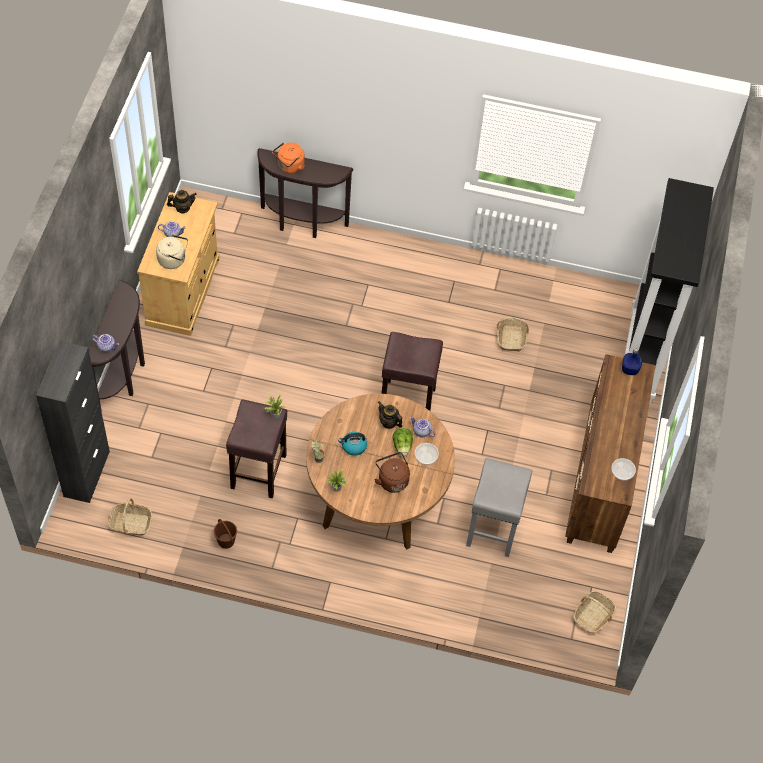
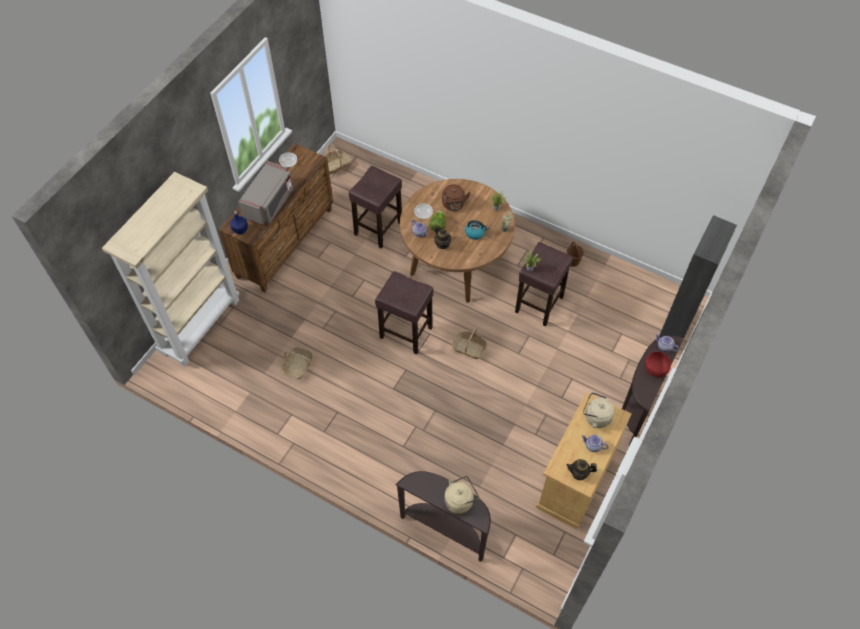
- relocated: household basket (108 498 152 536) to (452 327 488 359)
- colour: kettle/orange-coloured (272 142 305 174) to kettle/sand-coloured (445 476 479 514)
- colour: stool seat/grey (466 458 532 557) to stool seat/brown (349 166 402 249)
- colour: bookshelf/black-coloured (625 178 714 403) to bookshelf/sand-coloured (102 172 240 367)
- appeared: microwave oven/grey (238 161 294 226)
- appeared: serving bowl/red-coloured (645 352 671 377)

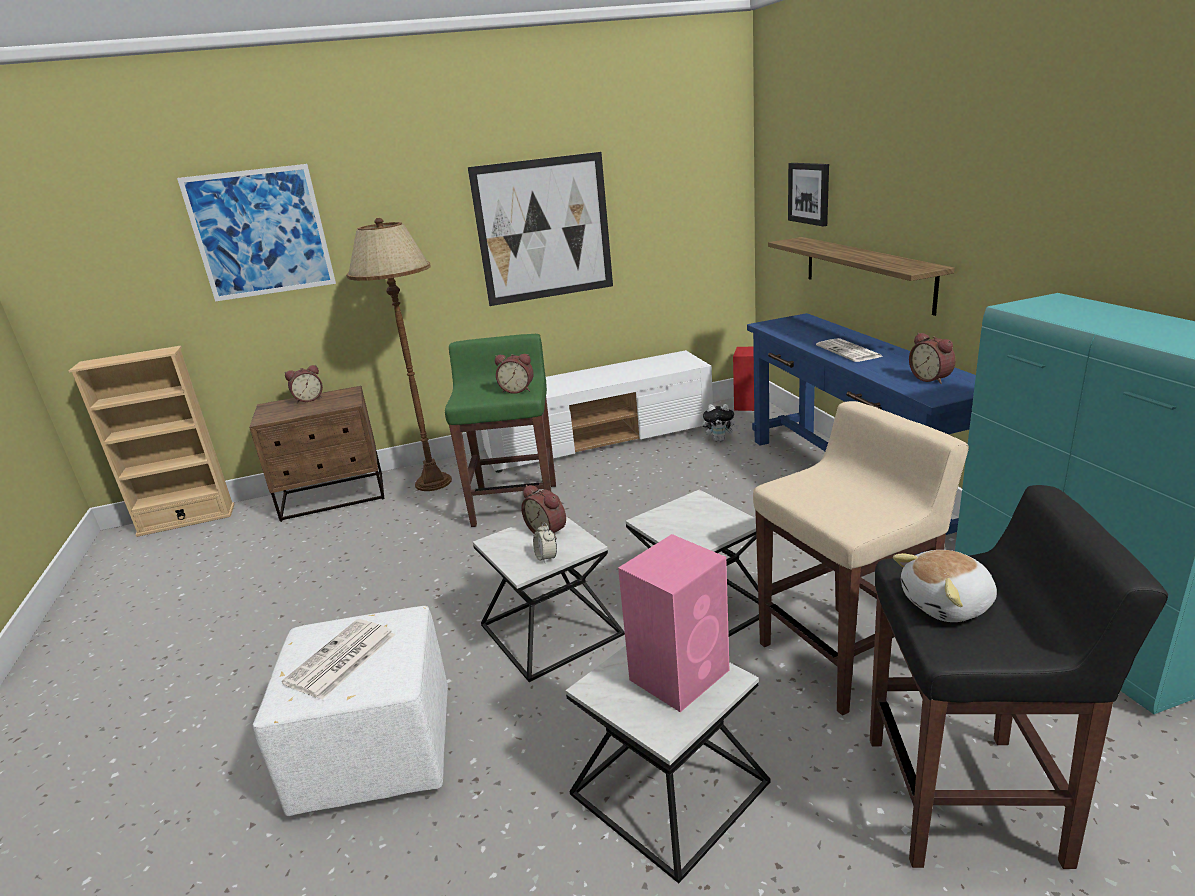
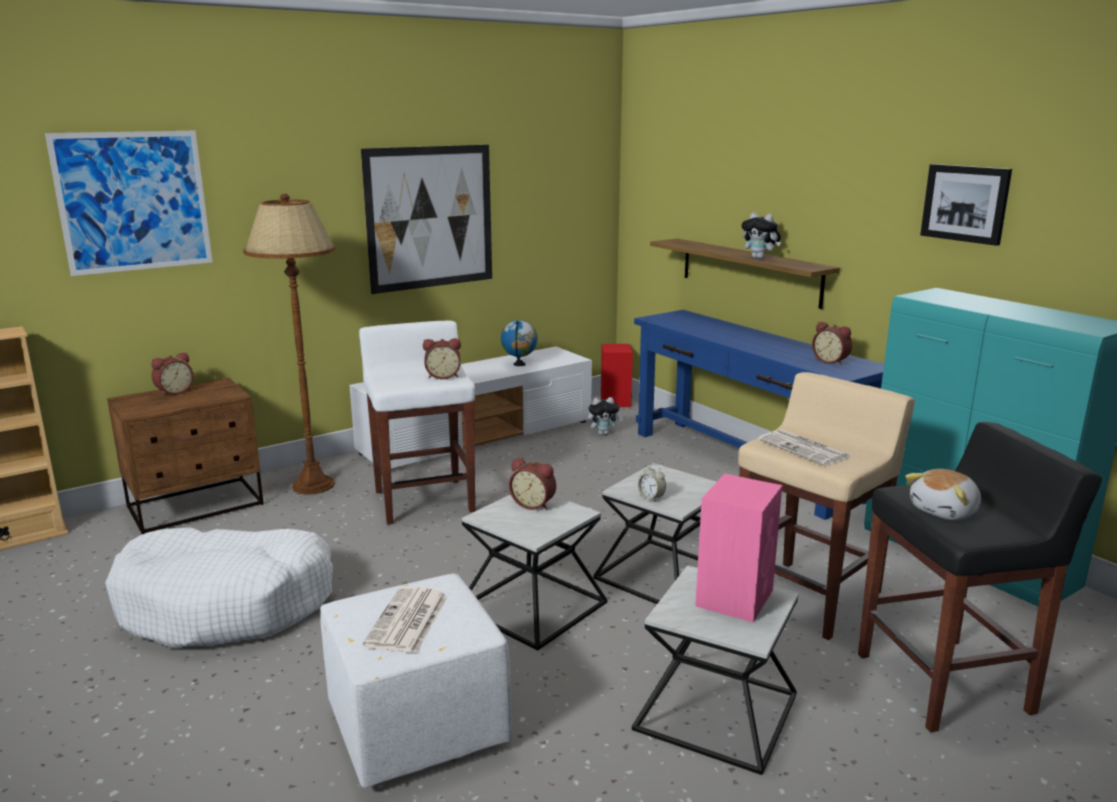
- colour: stool seat/green (445 334 556 527) to stool seat/white (359 320 475 524)
- relocated: alarm clock (533 522 557 563) to (638 464 666 502)
- relocated: wall art (788 163 829 226) to (920 164 1012 246)
- relocated: daily paper (816 338 883 362) to (759 429 850 466)
- appeared: pet bed/white (105 527 333 648)
- appeared: globe (501 320 537 366)
- appeared: plush toy (742 212 781 259)

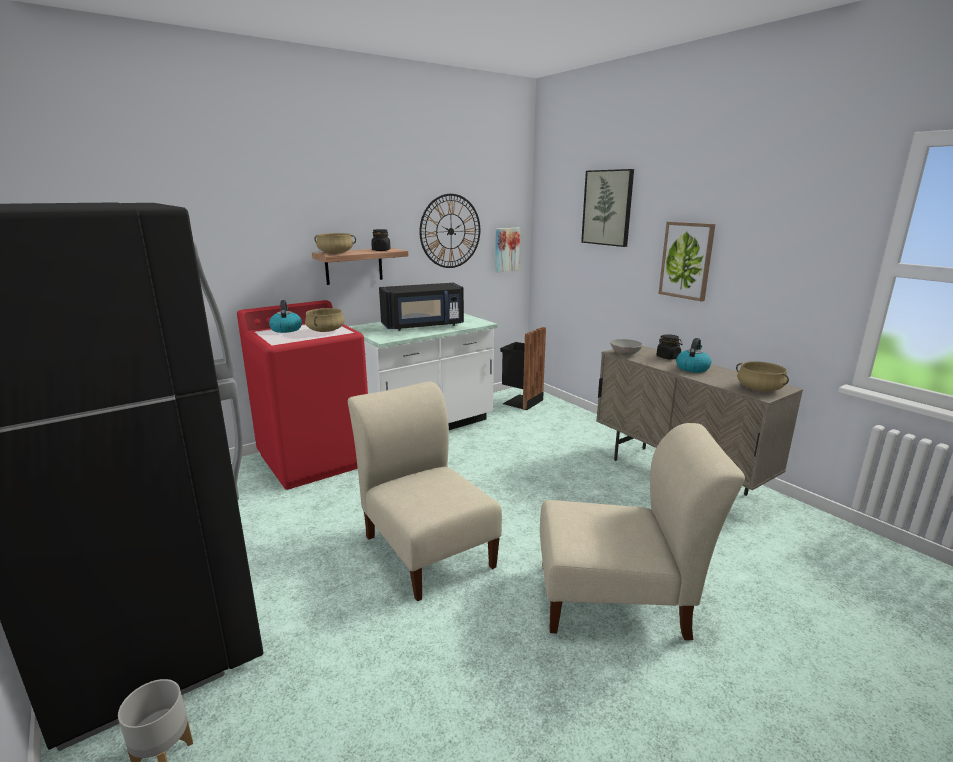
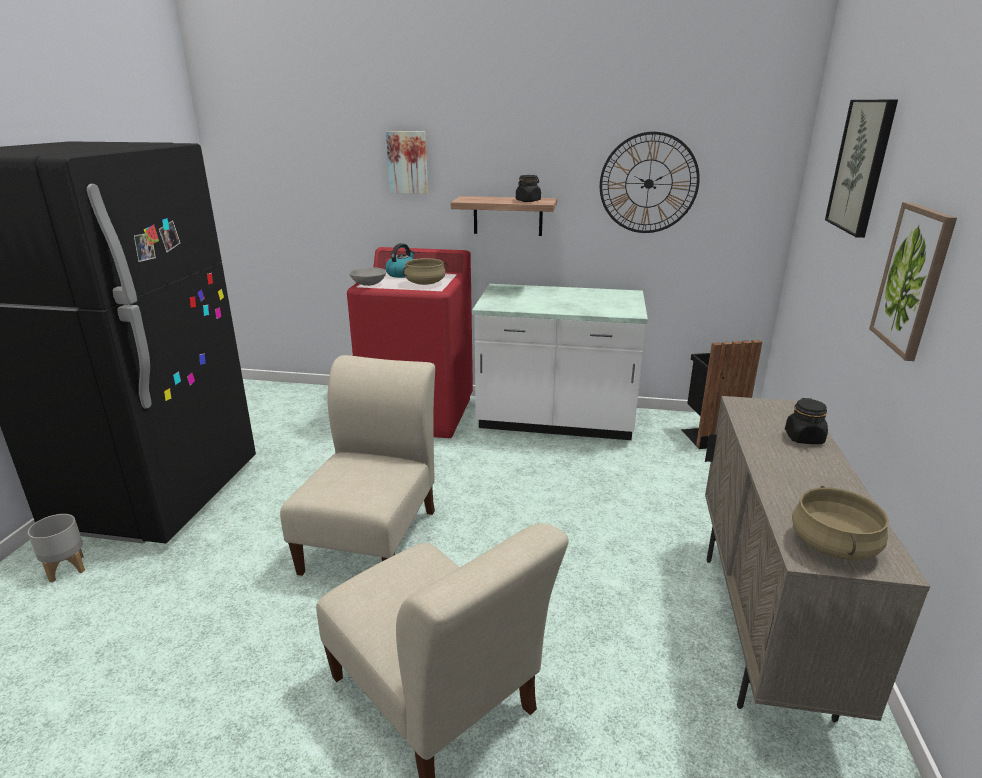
- missing: stockpot/sand-coloured (314 233 356 254)
- missing: microwave oven/black-coloured (379 283 464 331)
- relocated: wall art (495 228 520 272) to (386 131 428 194)
- relocated: serving bowl/grey (610 339 643 355) to (349 267 386 286)
- missing: kettle (676 338 711 373)

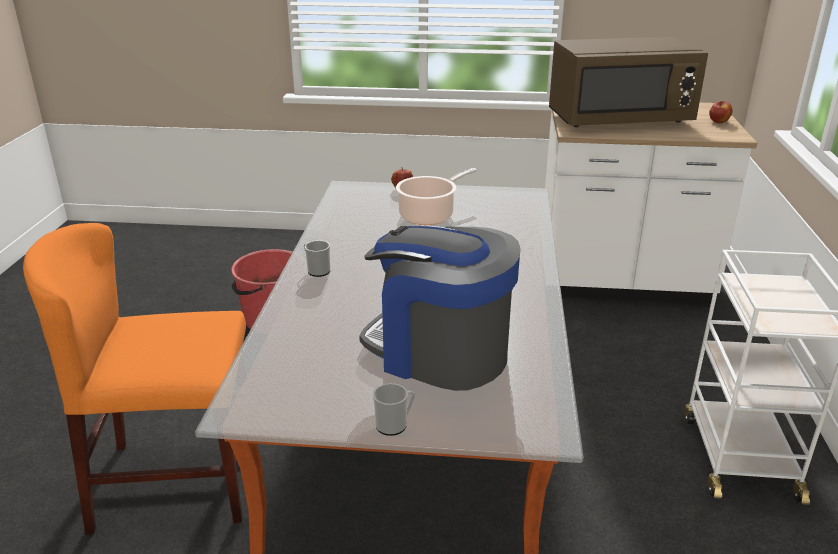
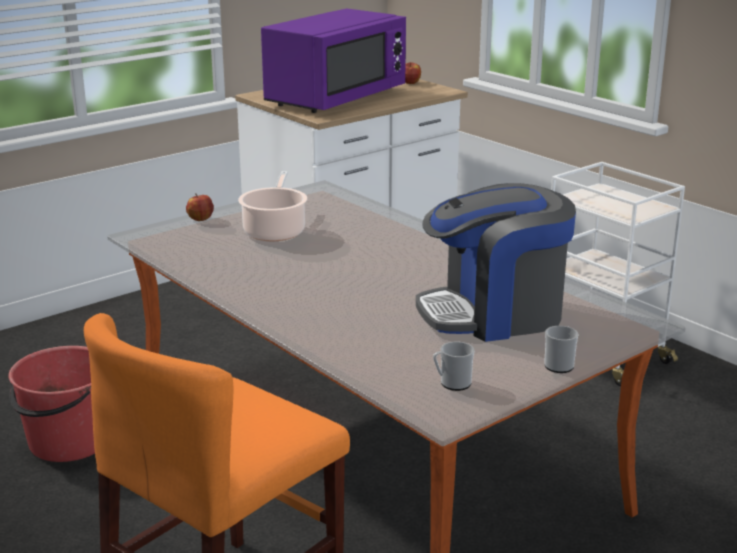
- relocated: tea mug (304 240 330 277) to (433 342 474 391)
- colour: microwave oven/brown (549 37 708 127) to microwave oven/purplish (261 9 406 113)

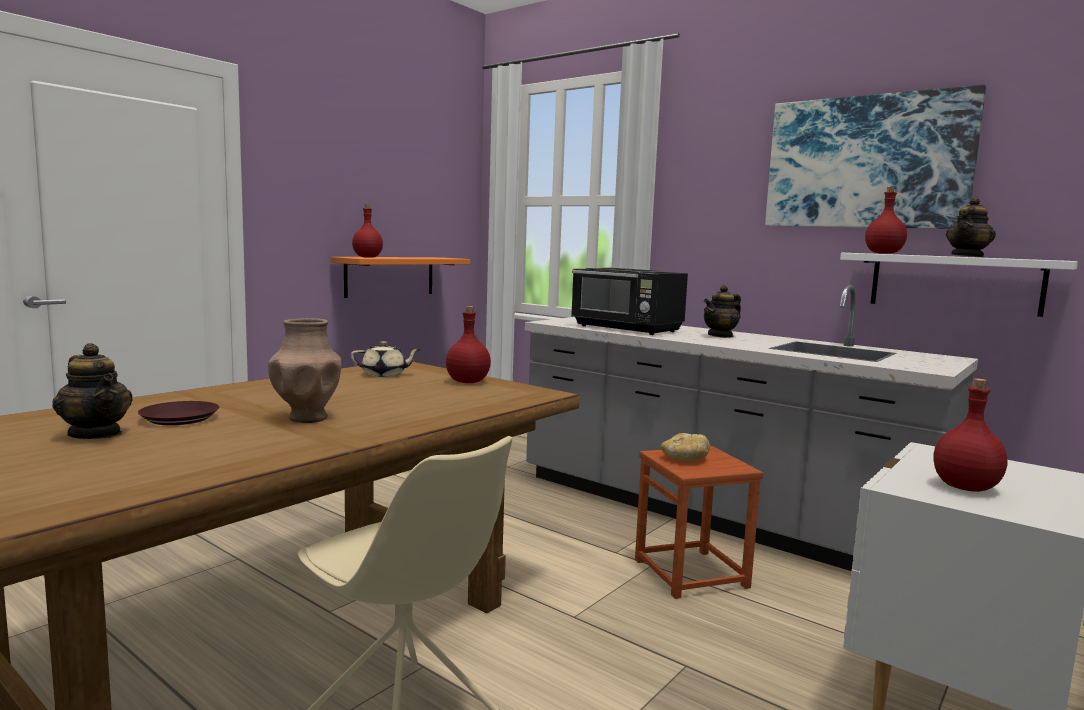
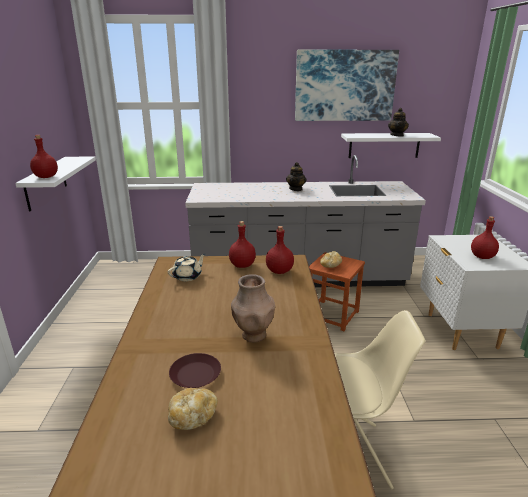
- exchanged: teapot (52 343 133 439) to bakery bread (168 388 218 430)
- colour: bracket shelf/orange-coloured (331 257 470 298) to bracket shelf/white (15 157 96 212)
- missing: microwave oven/black-coloured (571 268 688 335)
- relocated: bottle/red-coloured (865 187 907 254) to (266 226 294 274)

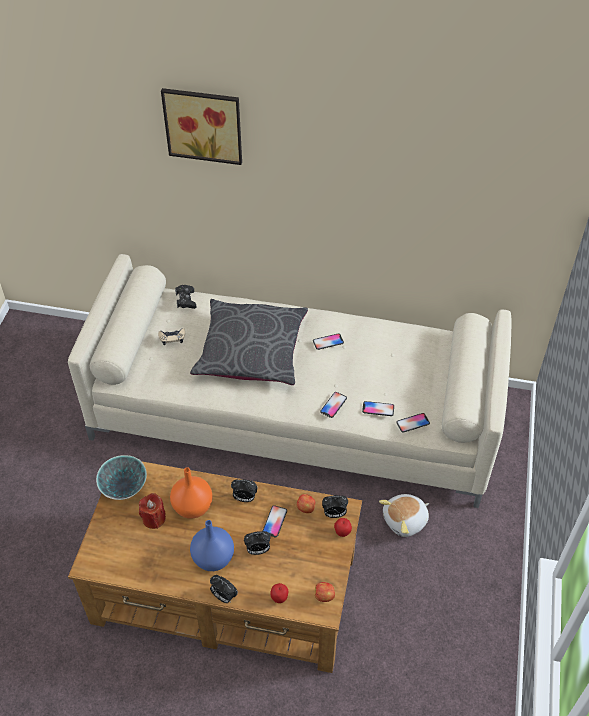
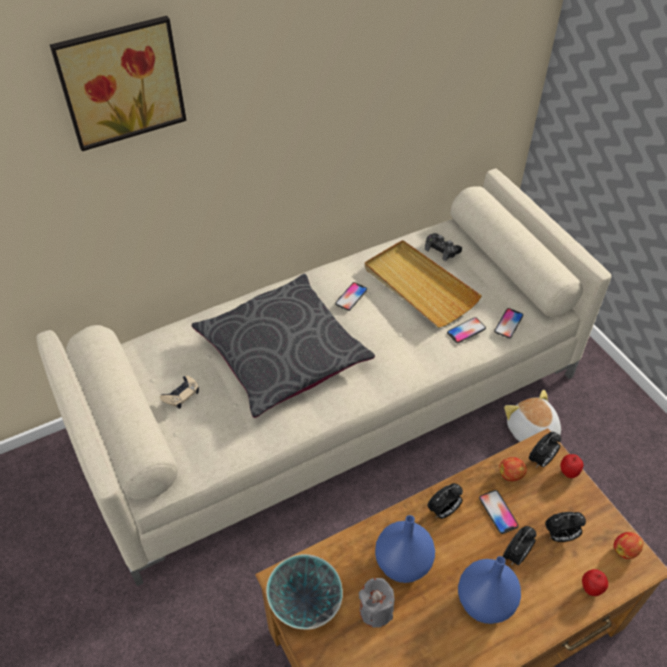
- colour: wax light/red-coloured (139 493 166 529) to wax light/grey (359 578 395 628)
- colour: vase/orange-coloured (170 467 212 519) to vase/blue-coloured (375 515 435 583)
- relocated: gamepad/black-coloured (175 285 197 309) to (425 233 462 261)
- relocated: alarm clock (210 575 238 603) to (545 512 586 542)
- missing: phone (320 392 347 418)
- spun: plush toy (379 494 429 537) = (504 390 561 442) 135 degrees clockwise
- appeared: serving tray/sand-coloured (364 240 482 328)

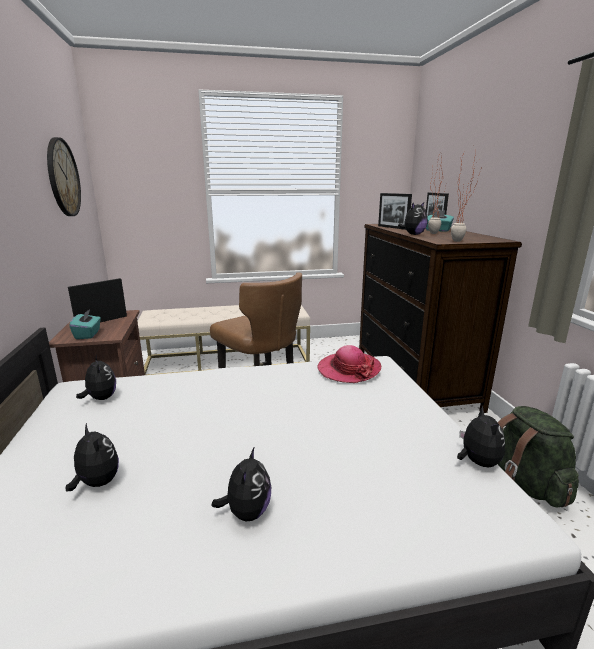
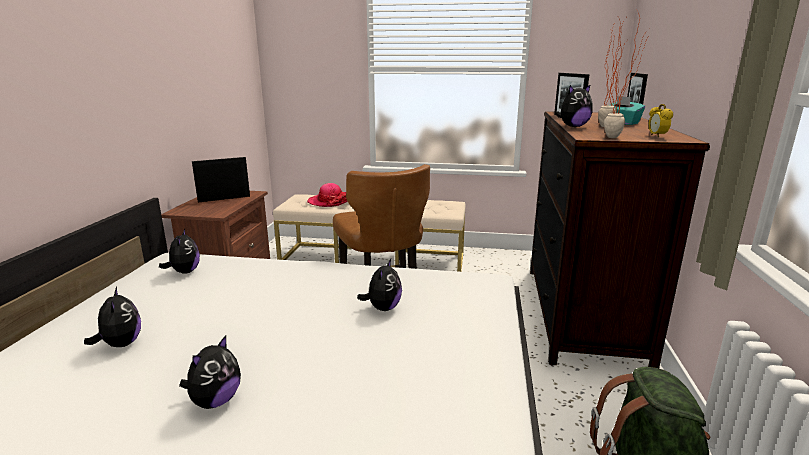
- missing: clock on the wall (47 137 81 216)
- missing: tissue holder/blue-green (69 309 101 339)
- relocated: wearable hat (317 345 381 383) to (307 183 348 207)
- relocated: plush toy (457 406 505 468) to (357 259 402 311)
- appeared: alarm clock (648 104 673 138)

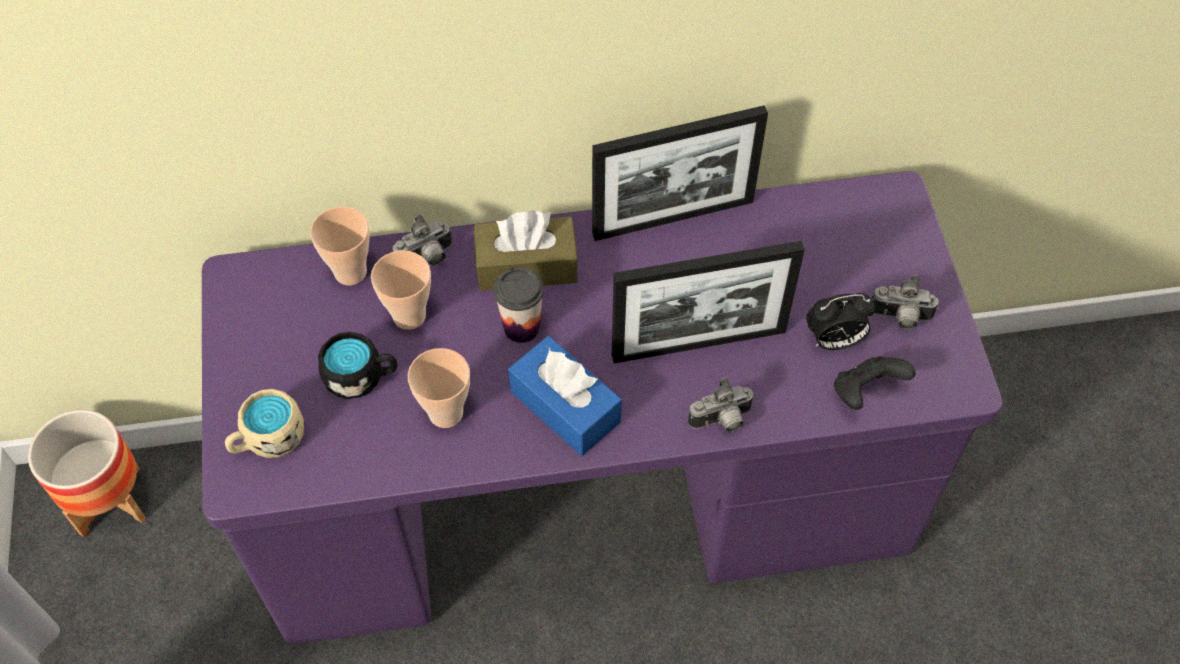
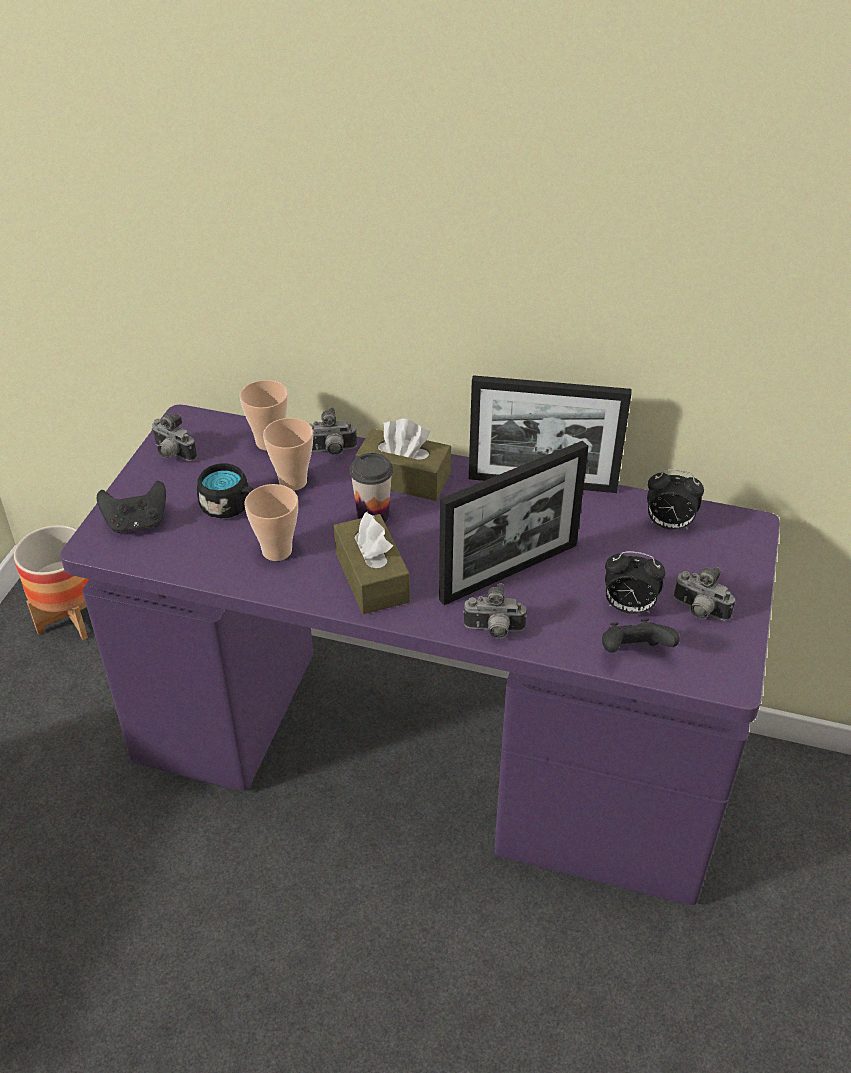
- exchanged: tea mug/sand-coloured (225 389 304 458) to gamepad/black-coloured (97 481 166 533)
- colour: tissue holder/blue-coloured (508 336 622 456) to tissue holder/brown (334 512 410 614)
- spun: standing frame (612 241 805 363) = (439 441 588 605) 45 degrees counterclockwise
- appeared: still camera (152 413 197 461)
- appeared: alarm clock (647 469 704 530)

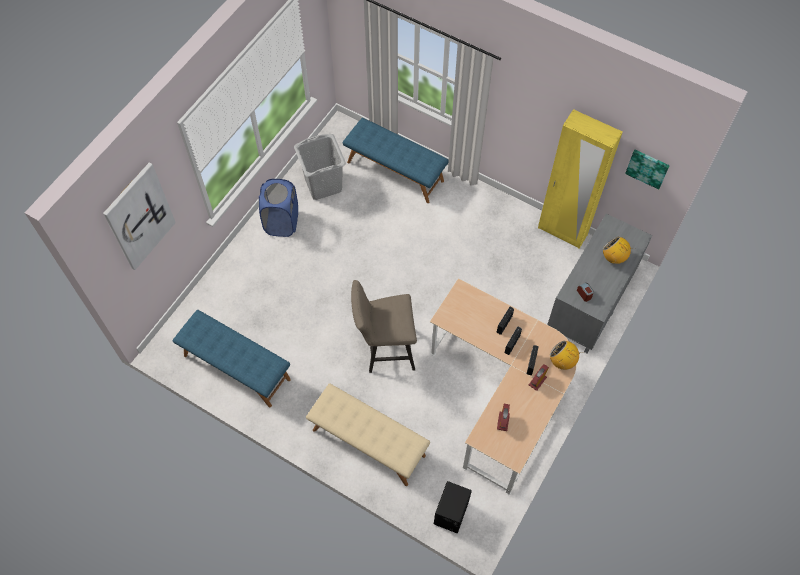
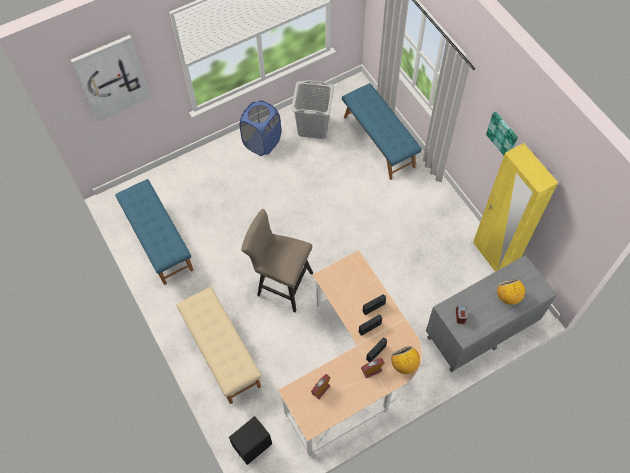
- relocated: wall art (625 150 670 189) to (486 112 518 155)

